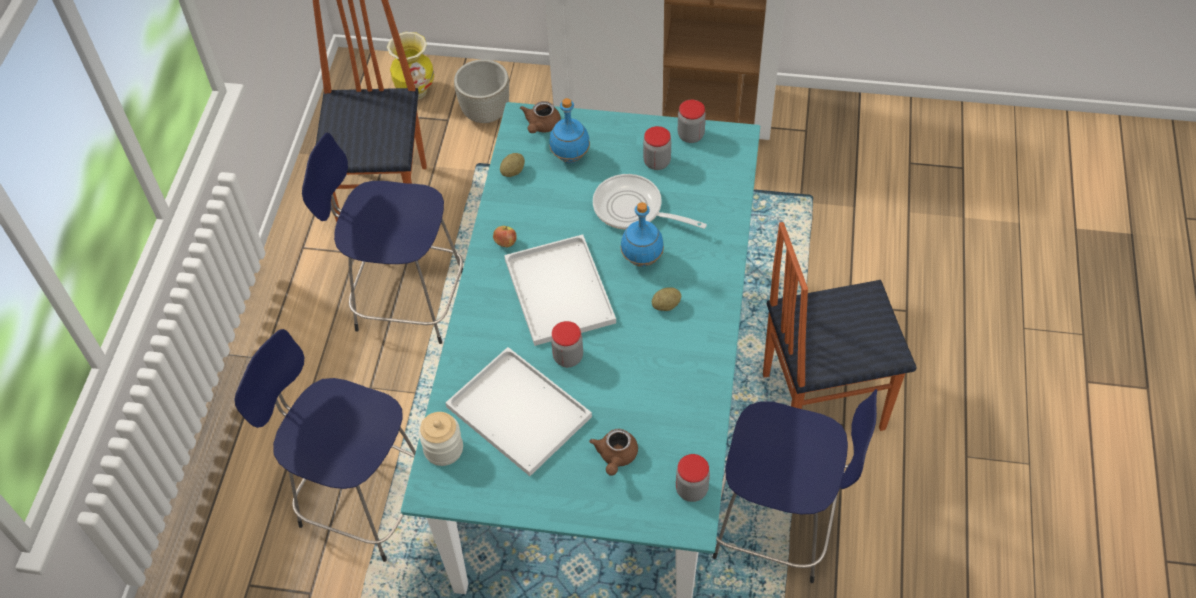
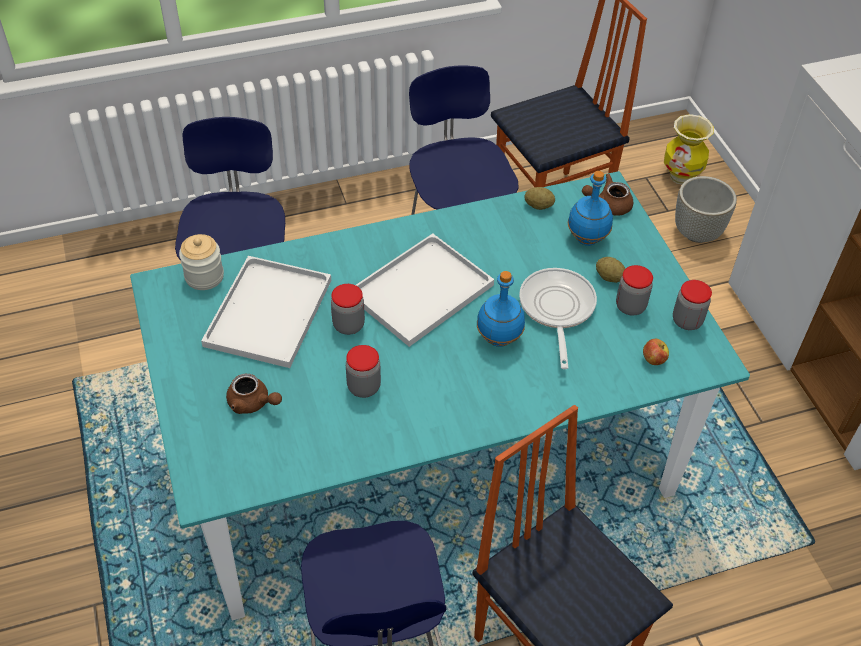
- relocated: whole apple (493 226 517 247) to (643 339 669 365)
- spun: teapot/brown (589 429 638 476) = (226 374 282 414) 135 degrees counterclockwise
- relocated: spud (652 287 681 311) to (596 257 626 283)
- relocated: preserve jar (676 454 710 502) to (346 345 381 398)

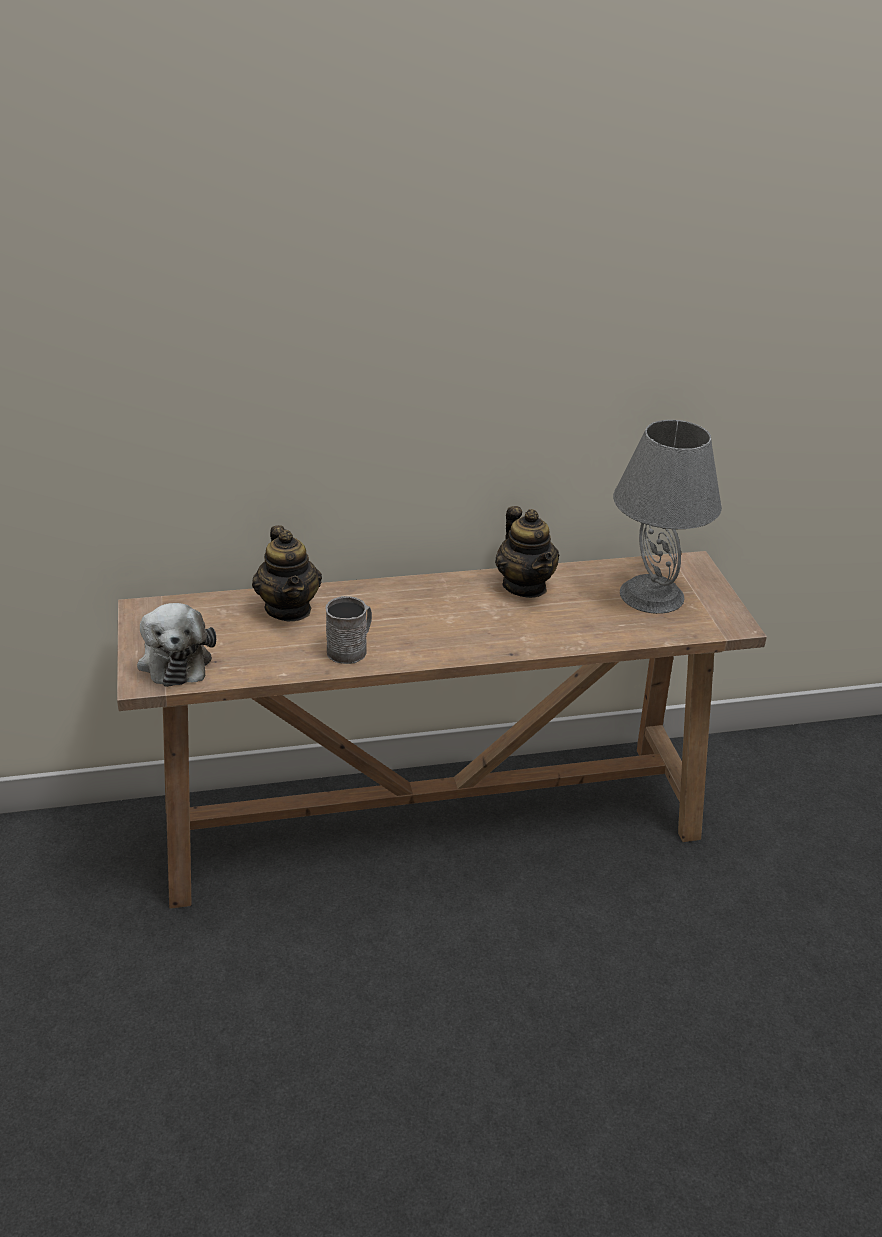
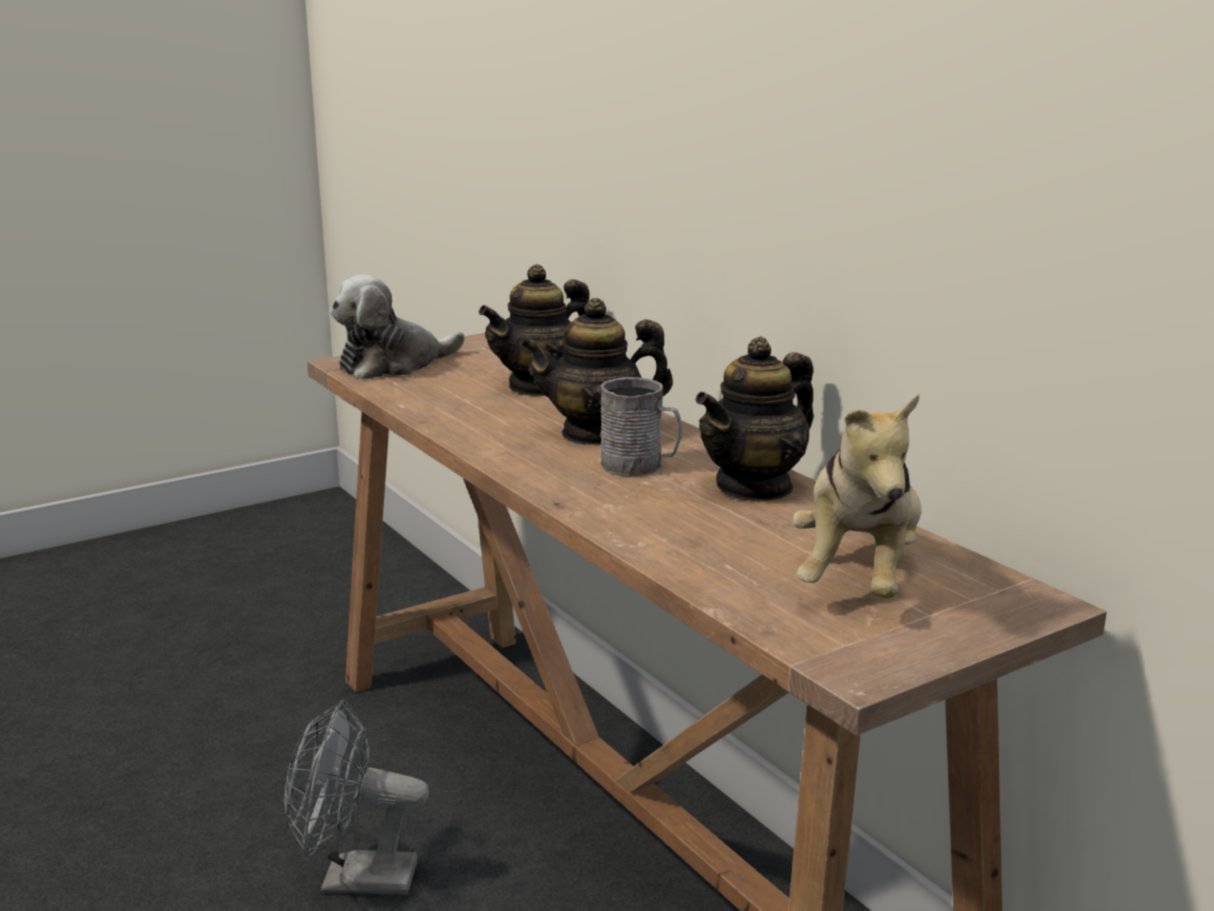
- relocated: tea mug/grey (326 596 372 664) to (600 377 682 476)
- exchanged: table lamp/grey (613 420 722 614) to plush toy (793 394 921 598)
- appeared: electric fan/grey (284 700 429 895)
- appeared: teapot (520 298 673 445)

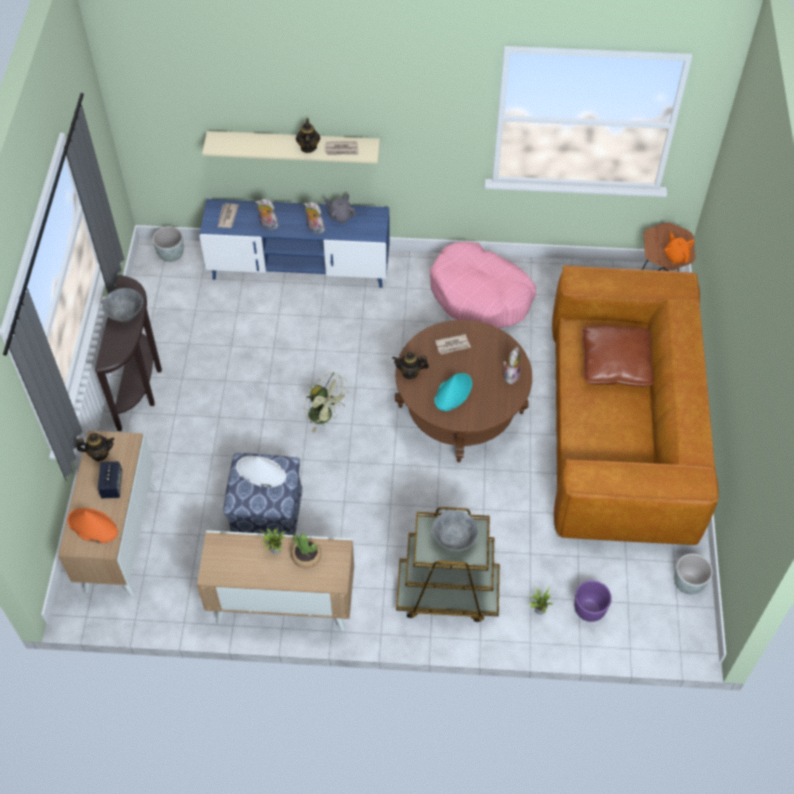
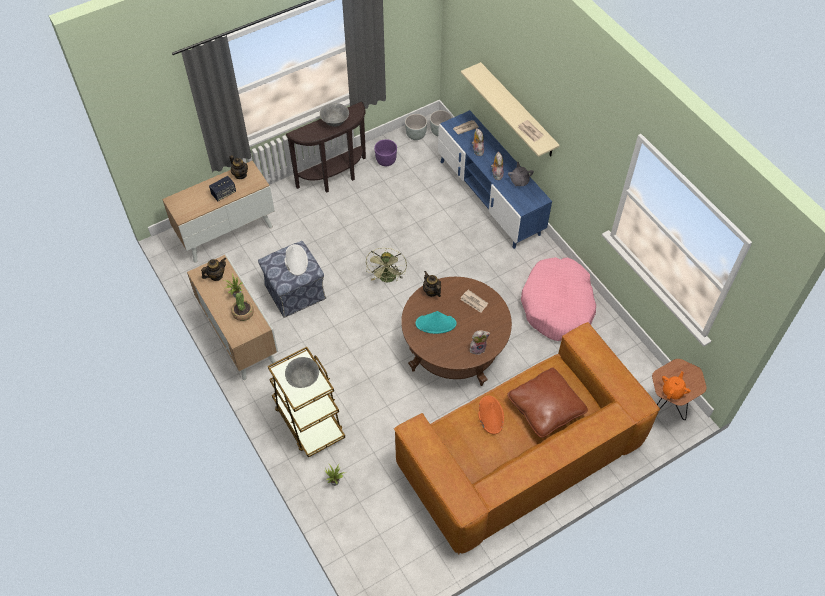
- relocated: wearable hat/orange-coloured (67 508 118 544) to (478 396 504 434)
- relocated: teapot (296 118 320 153) to (201 257 226 281)
- relocated: flower pot/purplish (574 580 612 622) to (374 139 397 166)
- relocated: flower pot/grey (674 554 713 594) to (405 114 427 140)

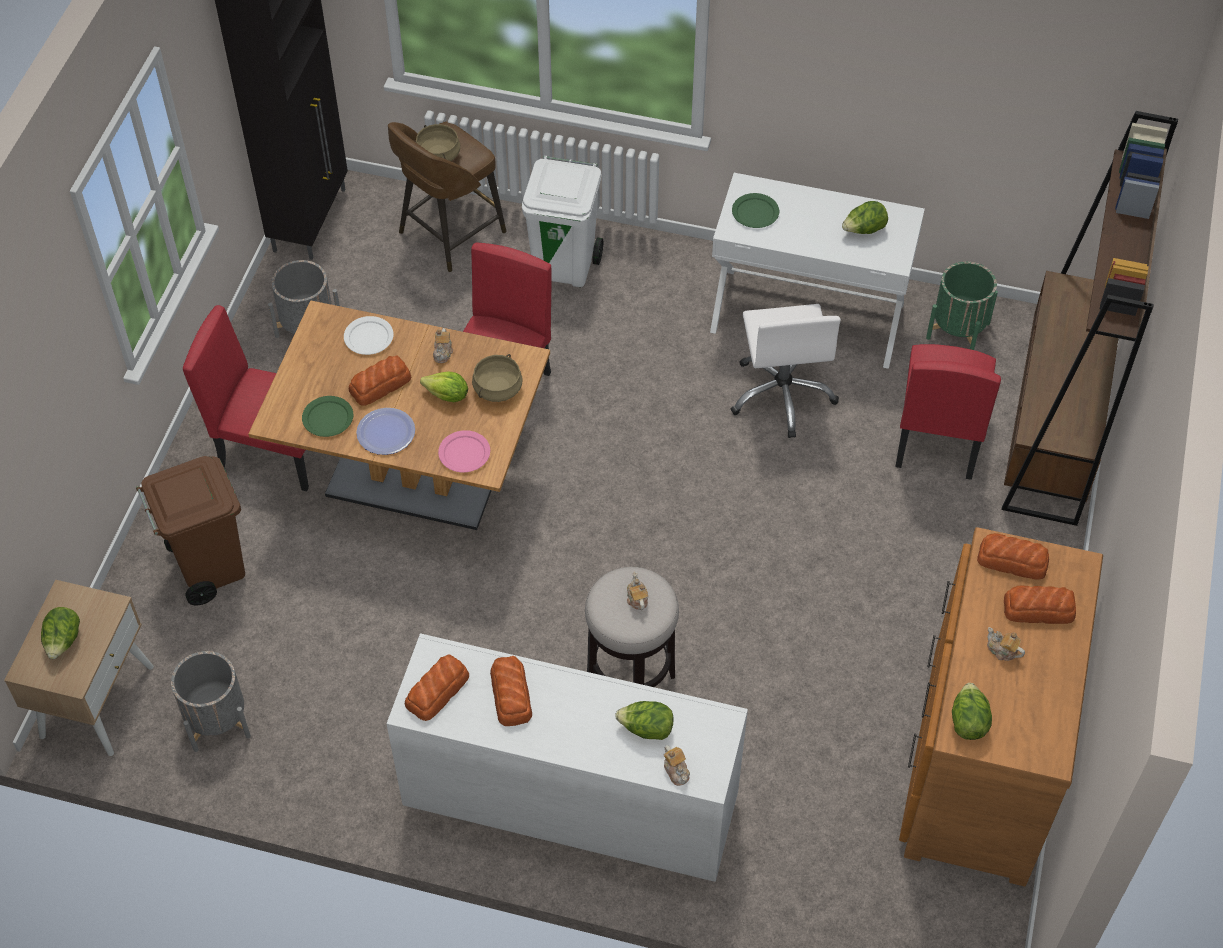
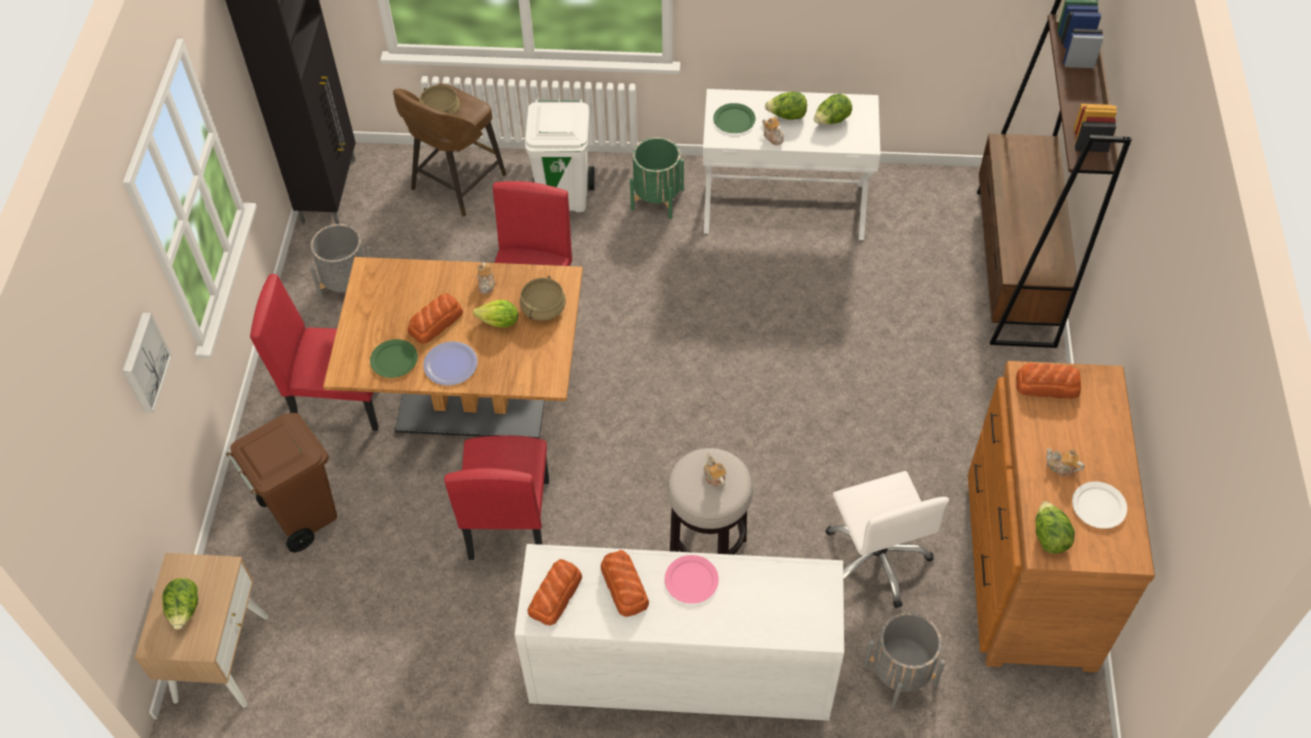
- relocated: flower pot/grey (171 651 251 752) to (864 612 945 709)
- relocated: flat dish/white (344 316 394 355) to (1072 481 1127 529)
- relocated: flat dish/pink-coloured (438 430 490 472) to (665 555 719 604)
- relocated: lettuce head (615 701 673 740) to (765 92 807 120)
- relocated: teapot (664 745 690 786) to (762 117 784 145)
- relocated: computer chair/white (730 304 841 438) to (825 471 949 608)
- relocated: plain chair/red-coloured (895 344 1001 480) to (444 435 549 560)
- relocated: flower pot/green (926 261 998 350) to (630 137 684 219)
- missing: bakery bread (1004 586 1076 624)
- appeared: wall art (122 312 172 413)

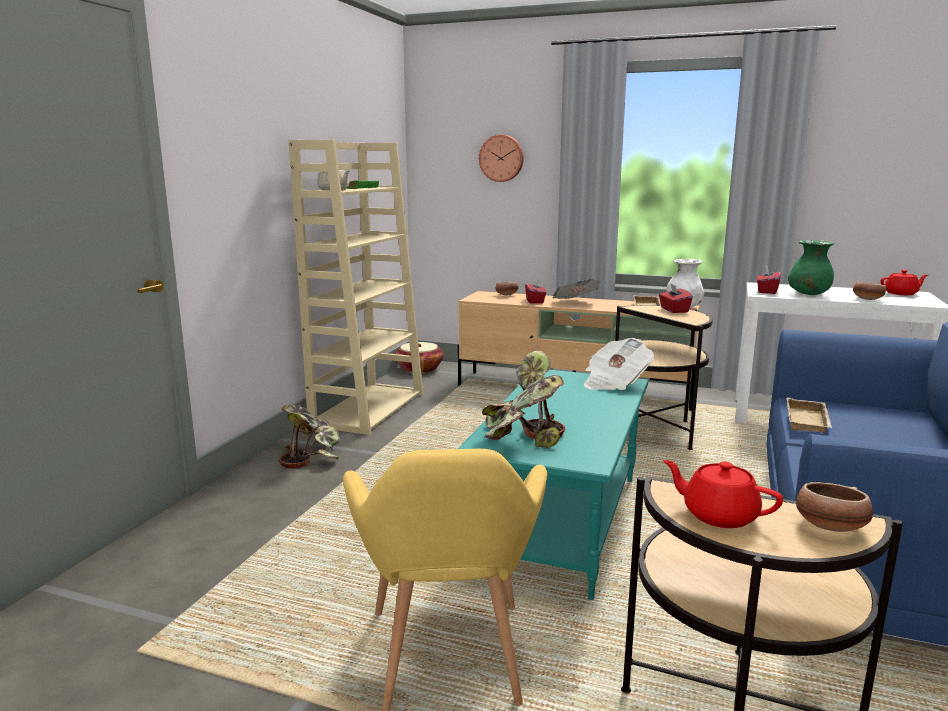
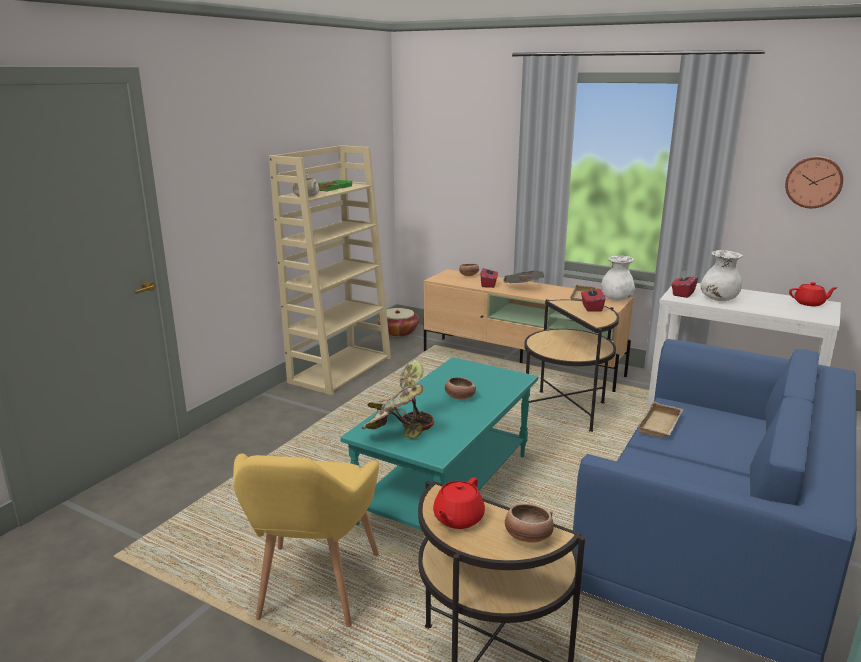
- missing: plant in a pot (279 404 339 469)
- relocated: clock on the wall (479 135 524 182) to (785 156 843 208)
- missing: daily paper (584 338 654 390)
- spun: teapot/red-coloured (663 460 783 528) = (433 477 485 529) 105 degrees counterclockwise
- colour: vase/green (788 240 834 295) to vase/white (701 250 743 301)
- relocated: serving bowl (853 281 887 300) to (445 377 476 400)

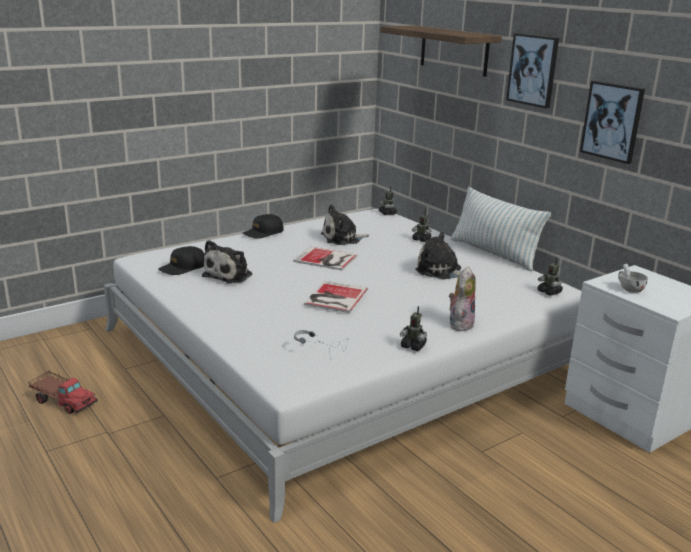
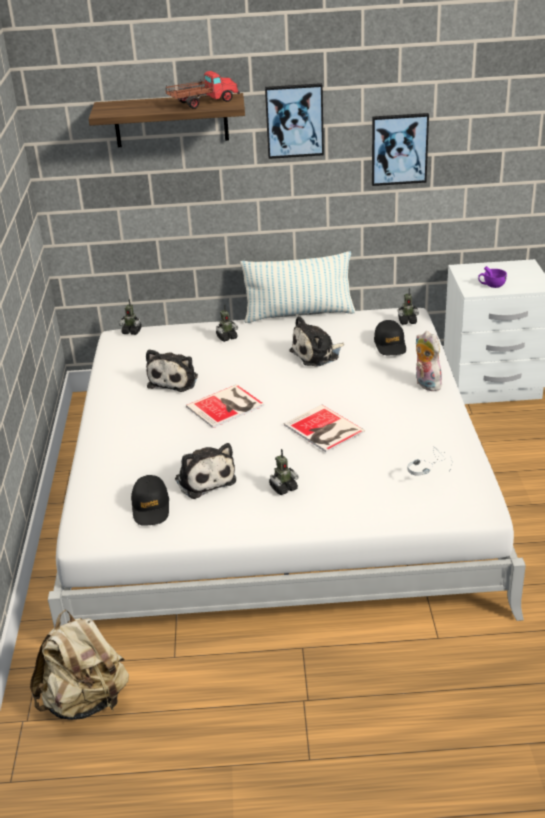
- relocated: toy truck (28 370 98 414) to (165 71 240 109)
- relocated: cap/black-coloured (243 214 284 238) to (374 320 406 355)
- relocated: robot figure (400 306 427 351) to (269 449 299 495)
- colour: cup/white (618 264 648 293) to cup/purplish (478 266 507 288)
- appeared: rucksack/sand-coloured (30 610 129 720)

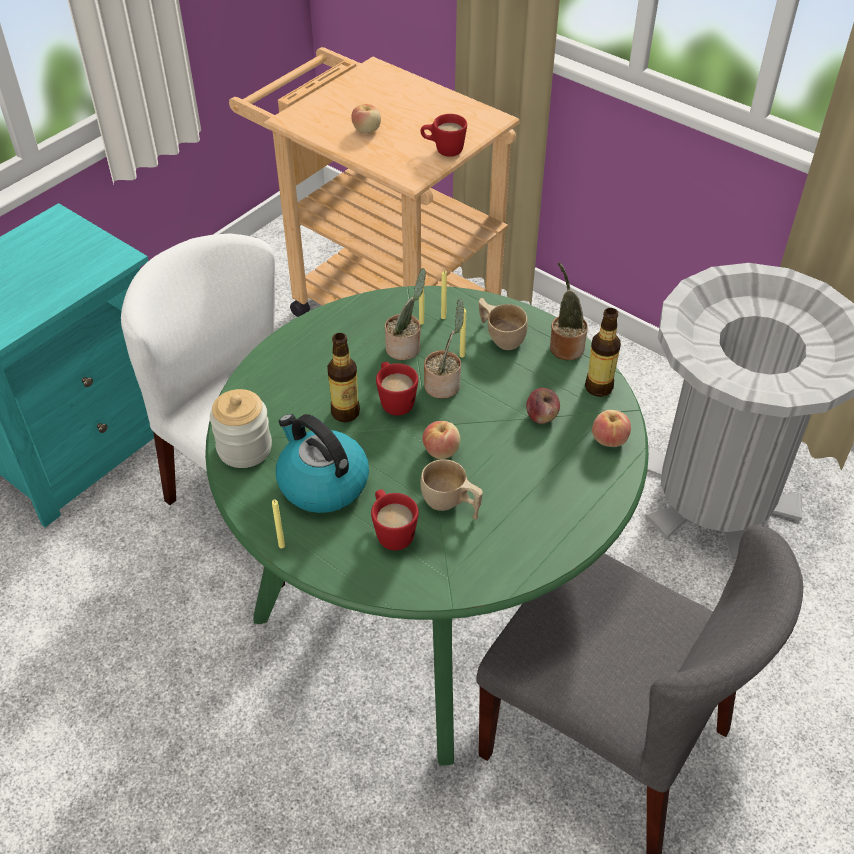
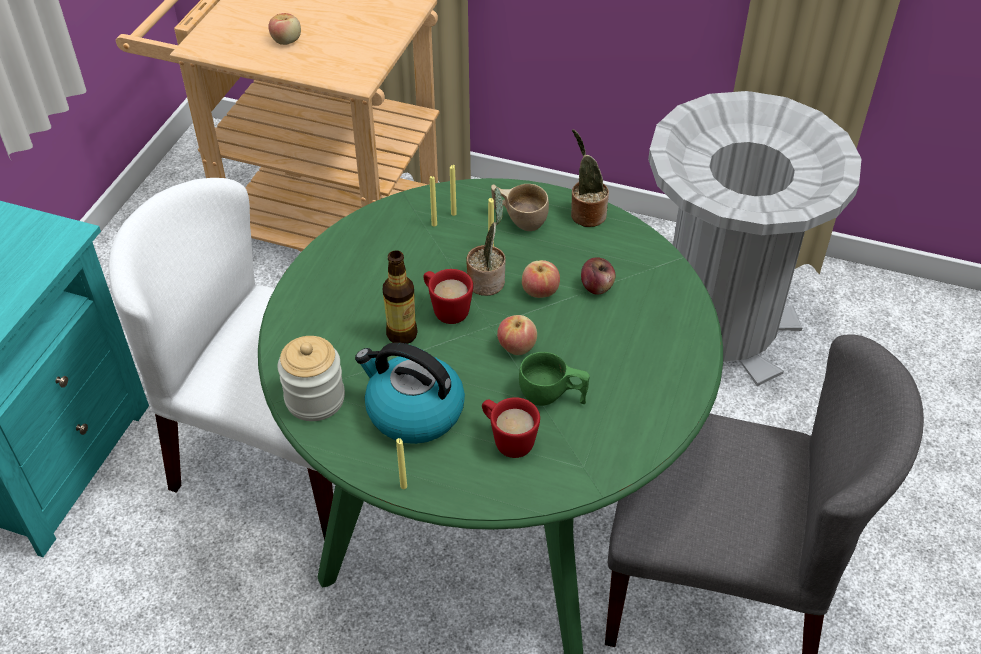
- missing: plant in a pot (385 268 426 360)
- missing: tea mug/red-coloured (420 114 467 157)
- colour: cup/sand-coloured (420 459 483 520) to cup/green (519 352 590 406)
- missing: bottle (585 308 621 397)
- relocated: whole apple (592 410 631 447) to (522 260 560 298)

